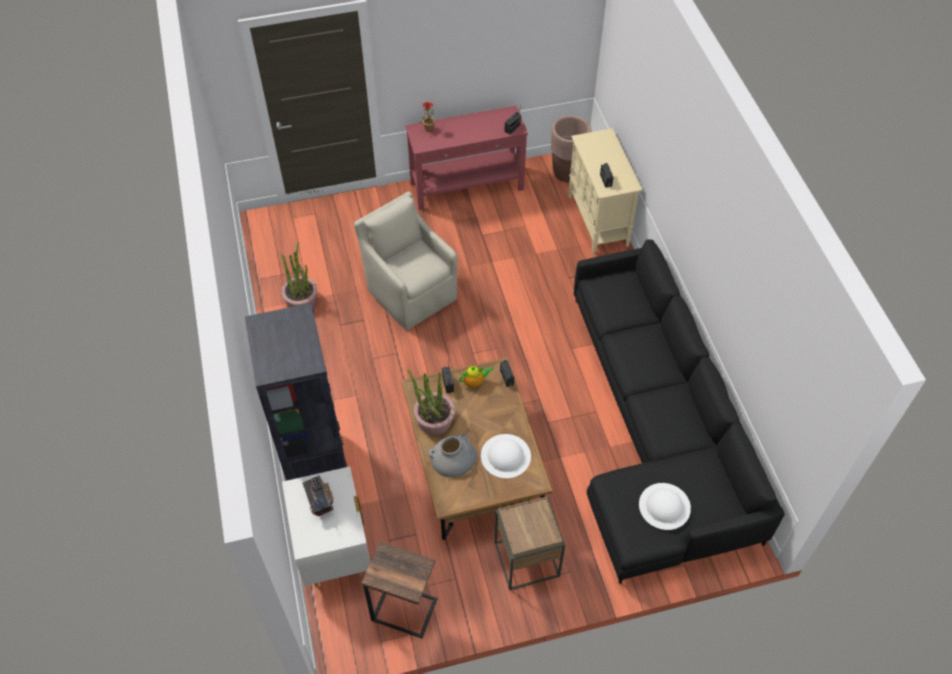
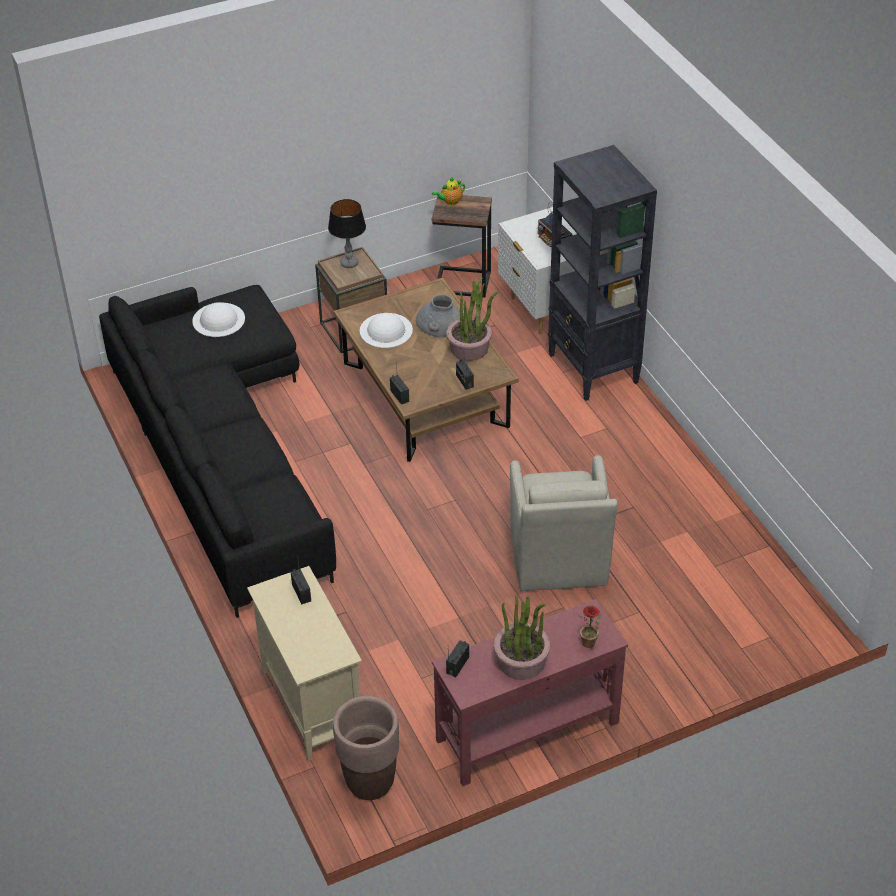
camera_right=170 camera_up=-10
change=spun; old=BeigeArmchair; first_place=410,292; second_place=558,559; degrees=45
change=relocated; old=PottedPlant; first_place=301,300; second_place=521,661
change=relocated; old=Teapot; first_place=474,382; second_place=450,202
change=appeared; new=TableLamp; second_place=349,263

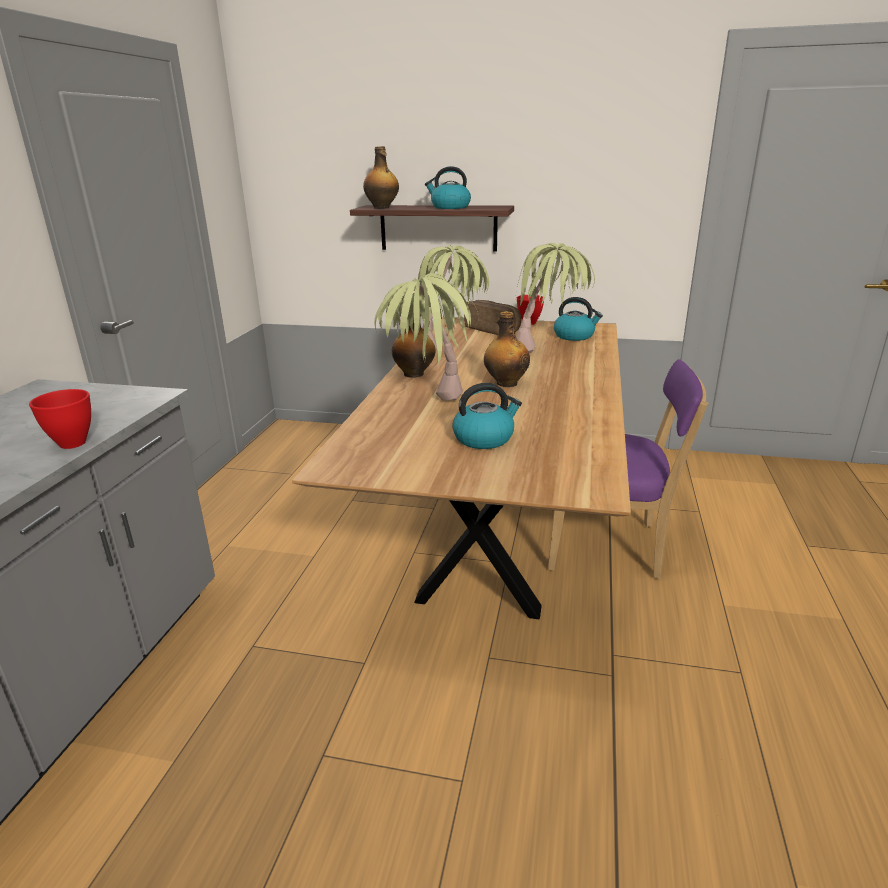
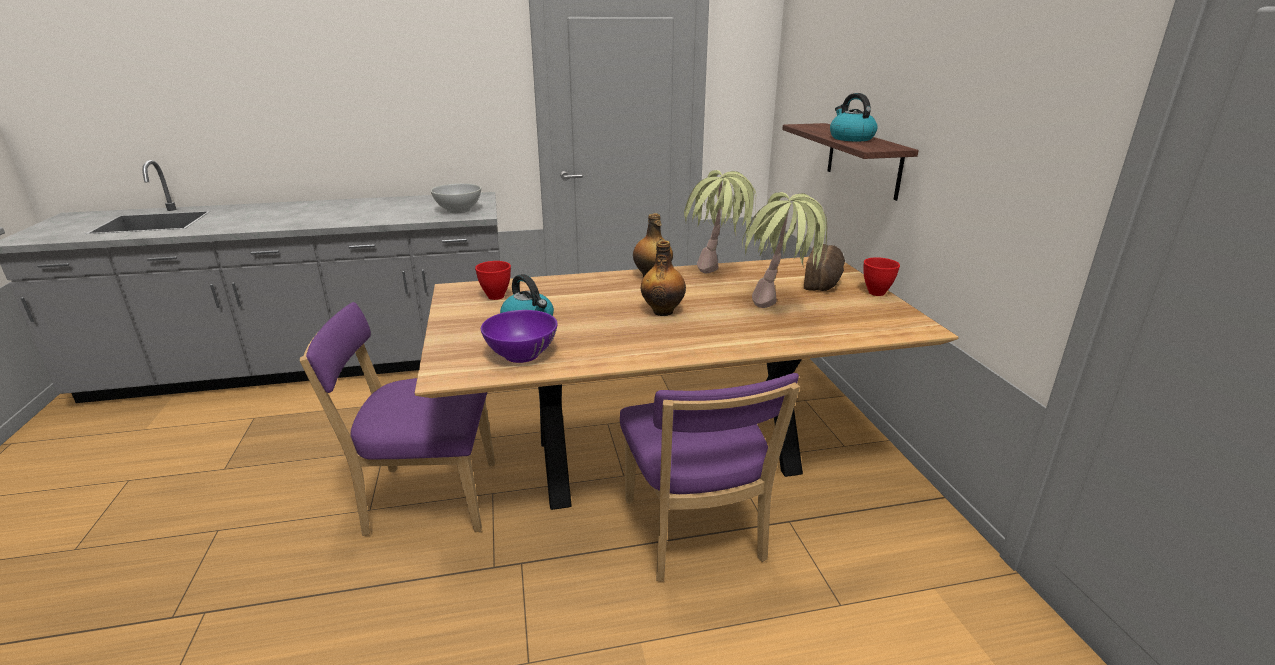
camera_right=65 camera_up=0
change=missing; old=Bottle; first_place=382,208
change=missing; old=PottedPlant; first_place=428,408
change=missing; old=Kettle; first_place=574,336
change=relocated; old=RedBowl; first_place=74,443; second_place=496,297
change=appeared; new=WhiteBowl; second_place=459,210
change=appeared; new=PurpleChair; second_place=425,498
change=appeared; new=PurpleBowl; second_place=521,354

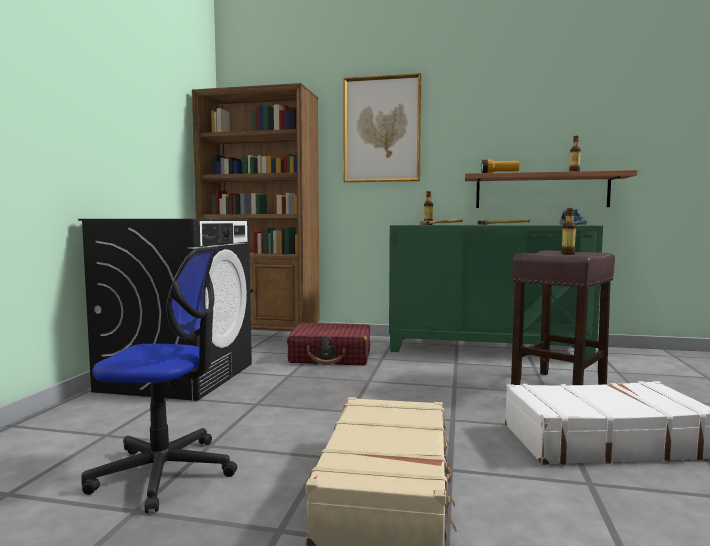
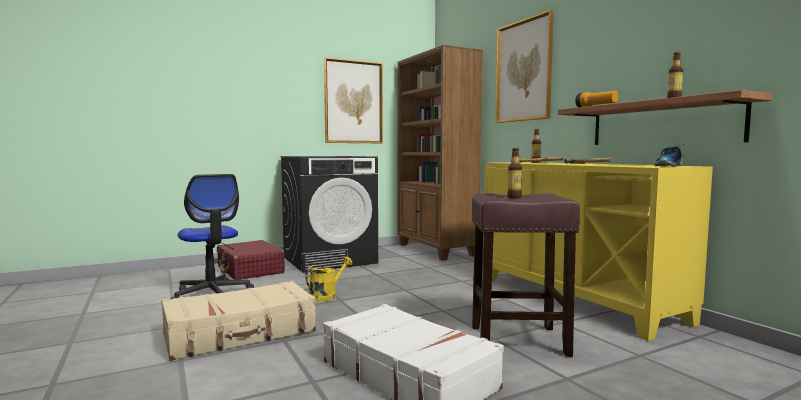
camera_right=50 camera_up=0
change=colour; old=GreenCabinet; new=YellowCabinet; first_place=487,348; second_place=576,298
change=relocated; old=RedSuitcase; first_place=331,357; second_place=250,270
change=appeared; new=Picture; second_place=353,102
change=appeared; new=YellowWateringCan; second_place=327,296

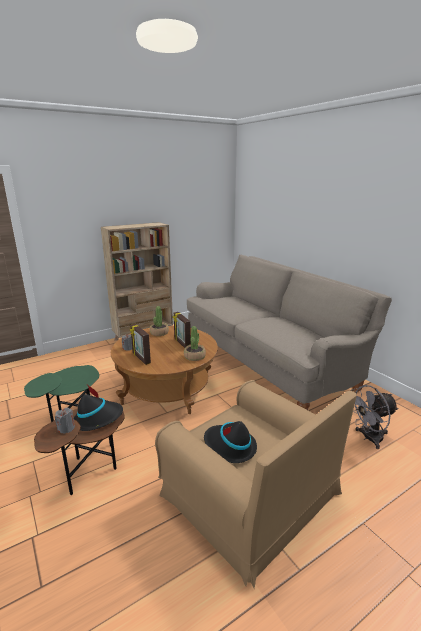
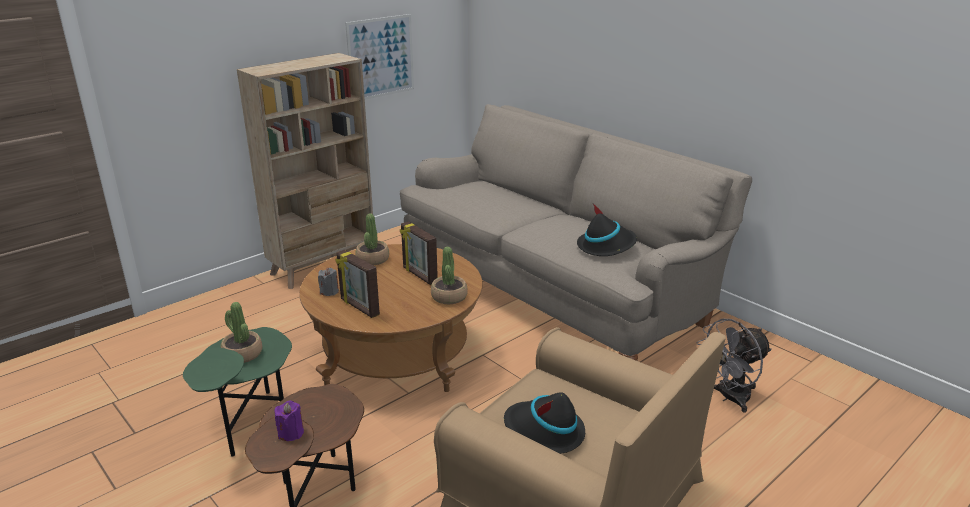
camera_right=-10 camera_up=5
change=relocated; old=BlackHat; first_place=98,418; second_place=606,246
change=colour; old=GreyCandle; new=PurpleCandle; first_place=66,428; second_place=291,433
change=appeared; new=Picture; second_place=381,57
change=appeared; new=PottedPlant; second_place=242,354

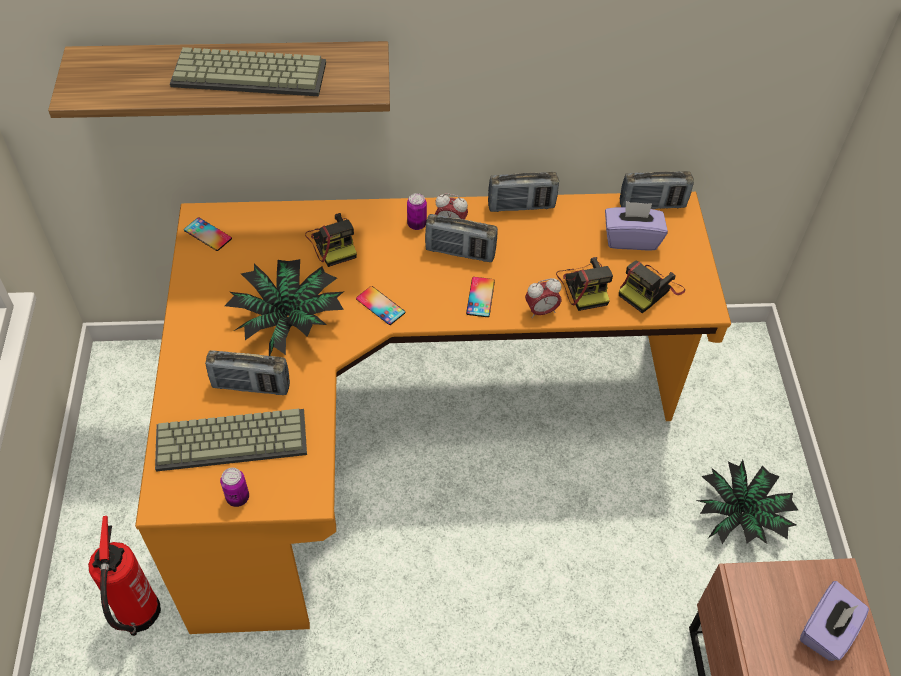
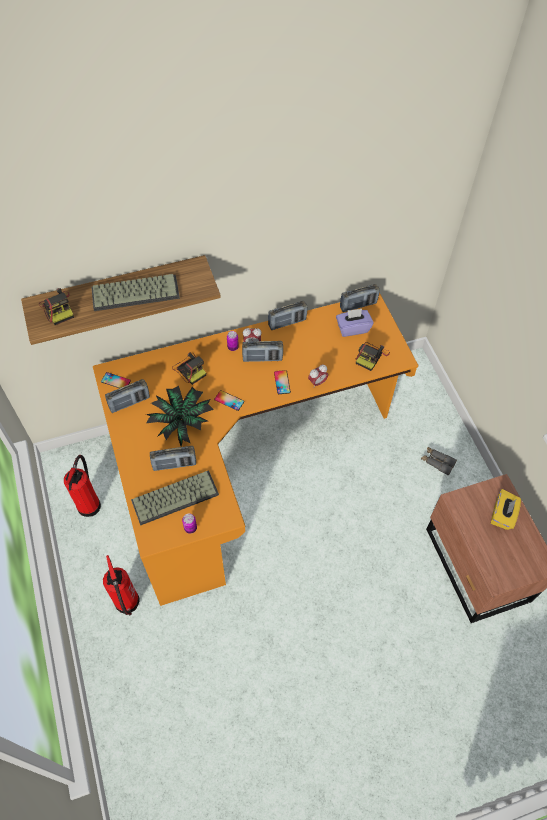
camera_right=-15 camera_up=5
change=relocated; old=PhotoCamera; first_place=584,286; second_place=58,308
change=exchanged; old=PottedPlant; new=GreyBinoculars; first_place=741,517; second_place=437,462
change=colour; old=PurpleTissueBox; new=YellowTissueBox; first_place=827,631; second_place=502,515
change=appeared; new=Radio; second_place=129,403
change=appeared; new=FireExtinguisher; second_place=90,504

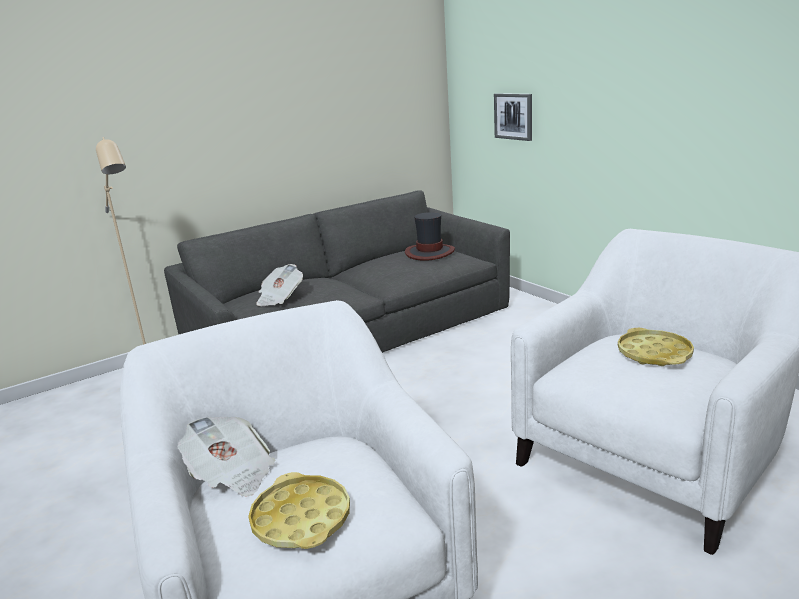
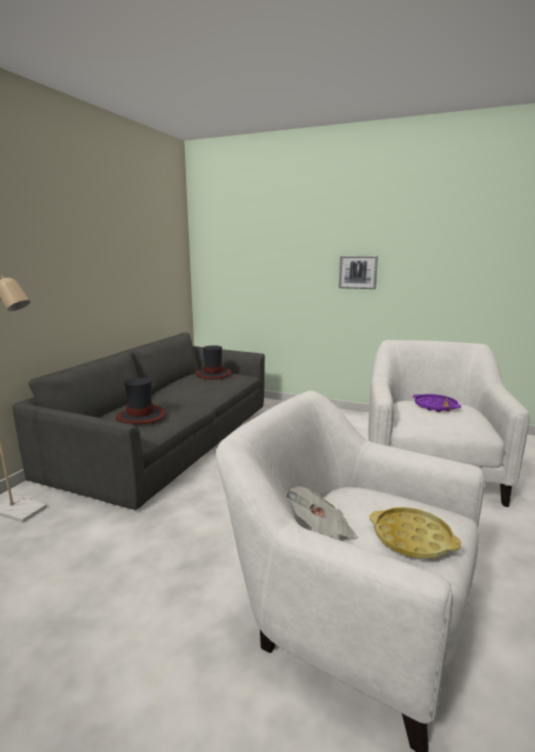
camera_right=-35 camera_up=-5
change=relocated; old=Picture; first_place=513,116; second_place=358,272
change=exchanged; old=Newspaper; new=Hat; first_place=279,298; second_place=141,416
change=colour; old=YellowTray; new=PurpleTray; first_place=654,354; second_place=435,406

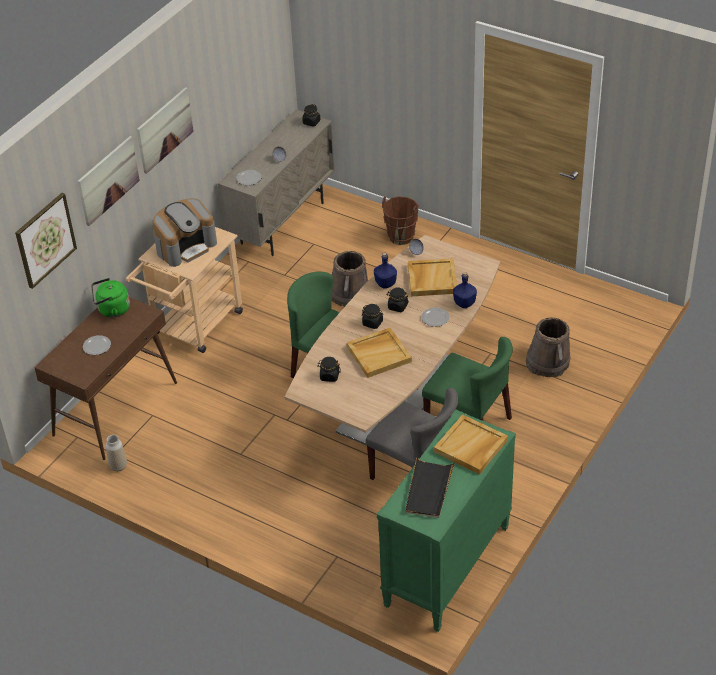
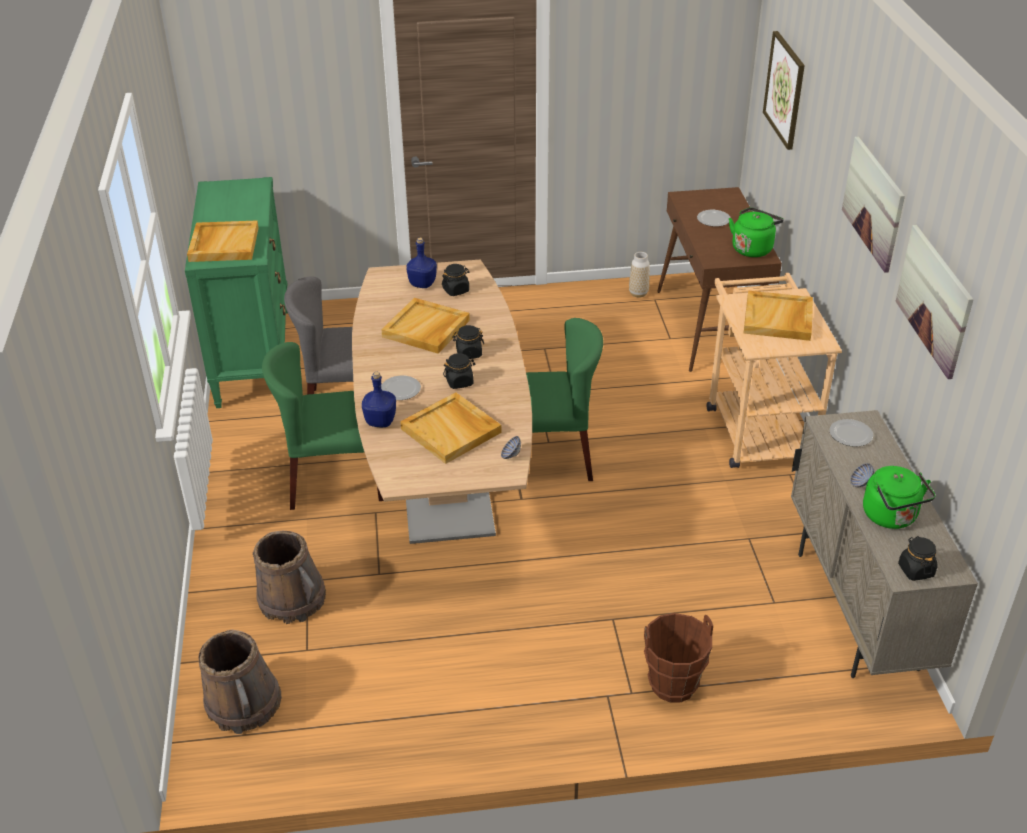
camera_right=140 camera_up=-5
change=relocated; old=Picture; first_place=108,180; second_place=934,300
change=exchanged; old=CoffeeMachine; new=BeigeTray; first_place=186,246; second_place=778,319
change=relocated; old=BrownBucket; first_place=349,294; second_place=243,703
change=relocated; old=BlueBottle; first_place=385,283; second_place=423,284
change=missing; old=BlackTray; first_place=428,490
change=appeared; new=GreenKettle; second_place=892,517

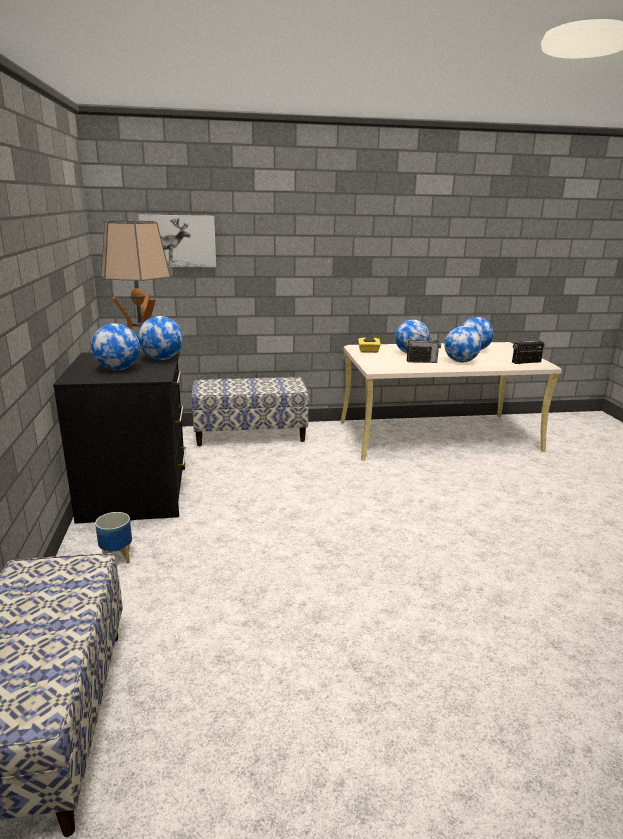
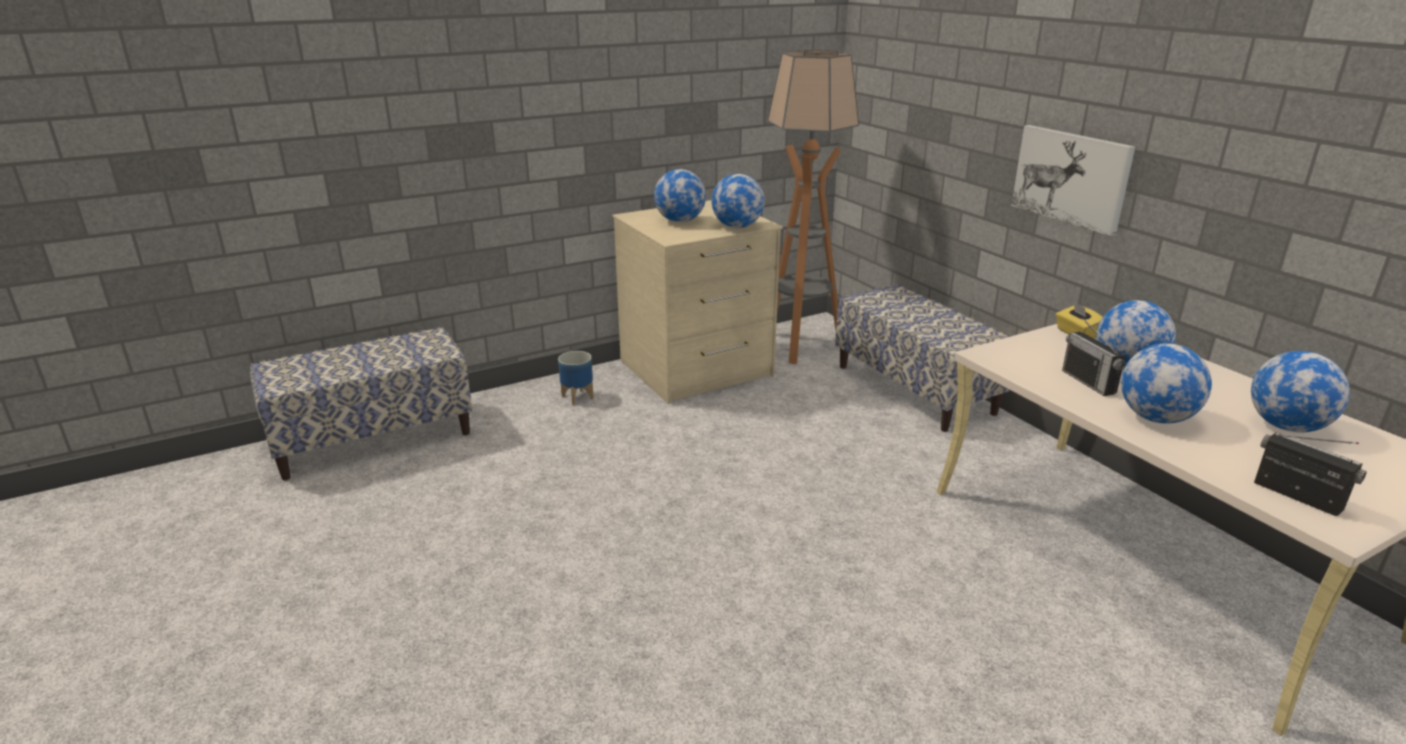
camera_right=70 camera_up=5
change=relocated; old=Picture; first_place=178,241; second_place=1071,177
change=colour; old=BlackDresser; new=BeigeDresser; first_place=137,493; second_place=697,369

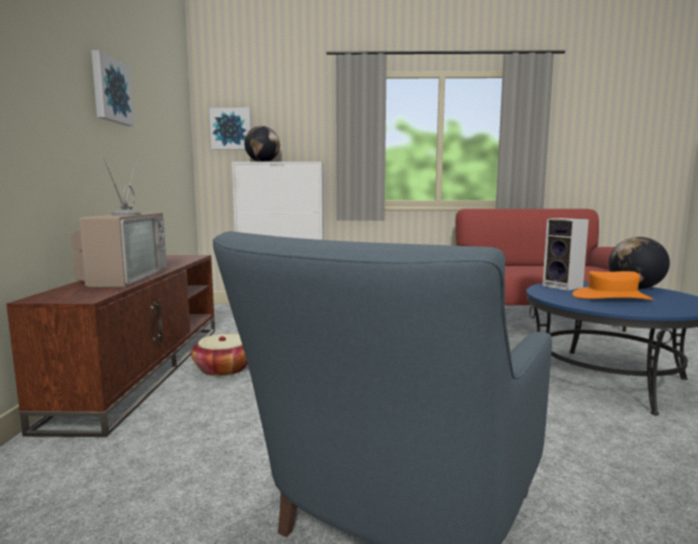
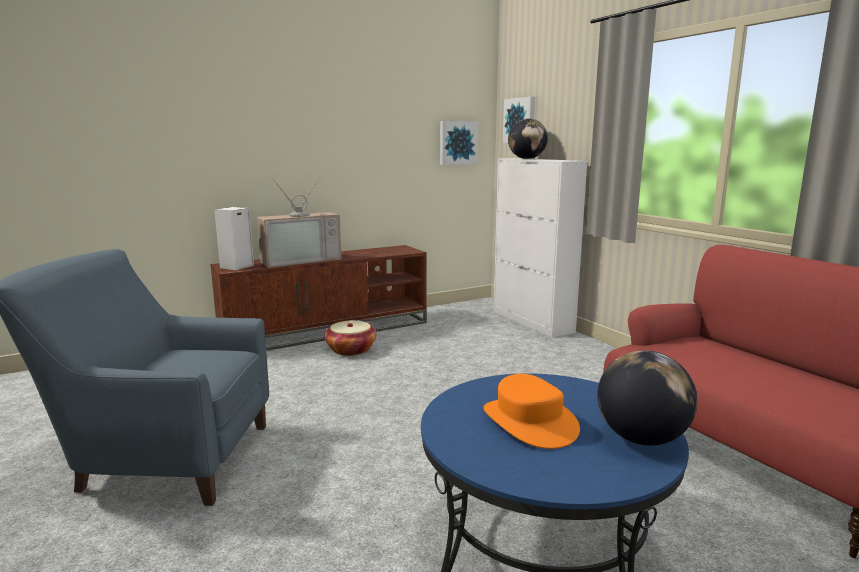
camera_right=60 camera_up=5
change=relocated; old=Picture; first_place=110,91; second_place=457,143
change=relocated; old=Speaker; first_place=564,287; second_place=236,267

